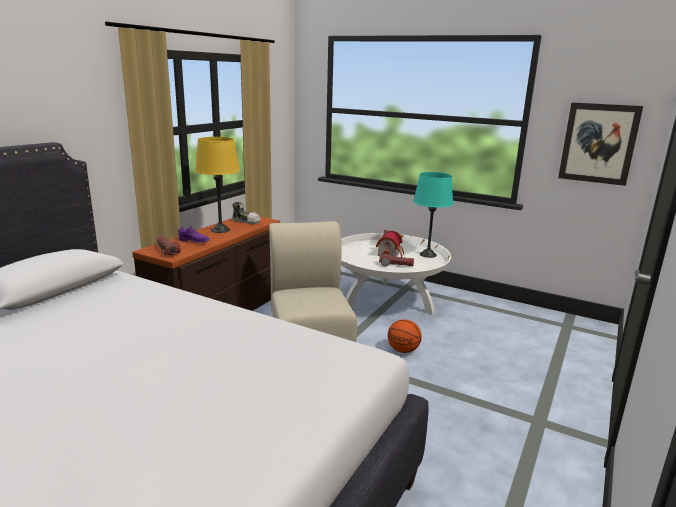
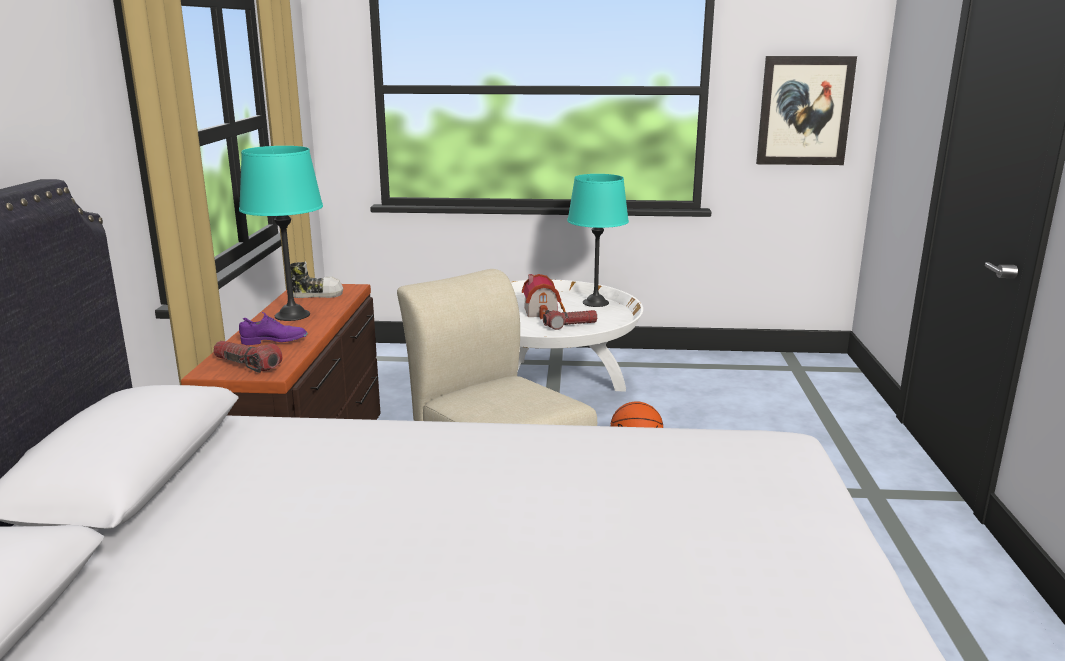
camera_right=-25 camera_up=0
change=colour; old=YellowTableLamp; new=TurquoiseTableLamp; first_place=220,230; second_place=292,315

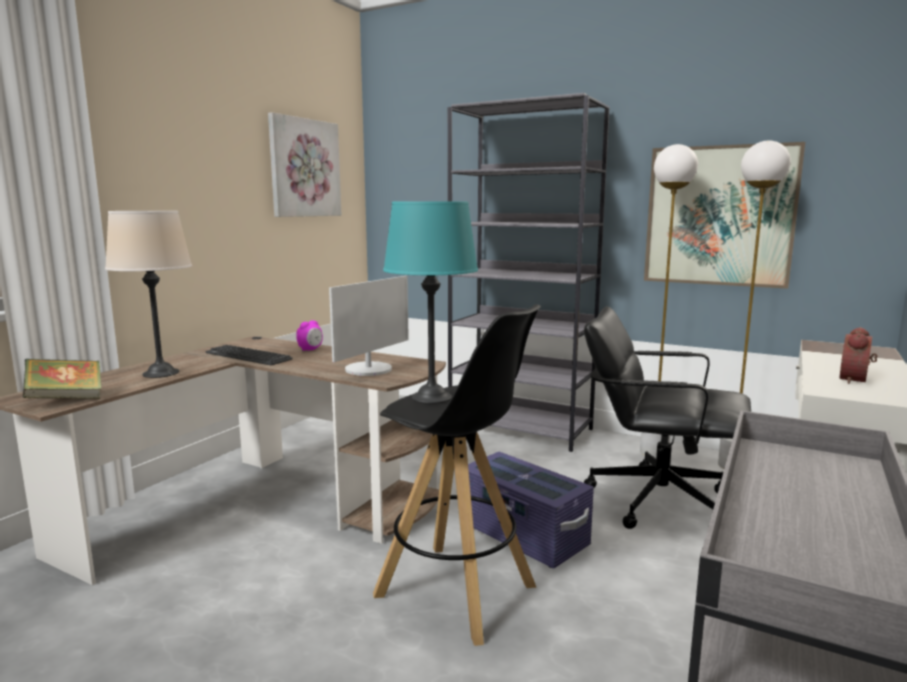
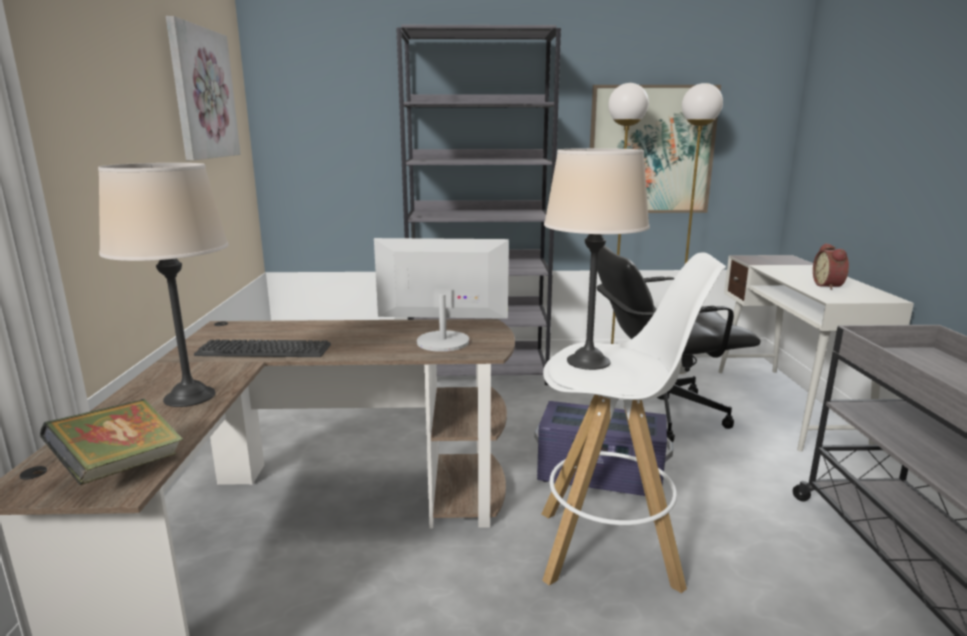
camera_right=-30 camera_up=5
change=colour; old=TurquoiseTableLamp; new=BeigeTableLamp; first_place=432,397; second_place=588,361
change=spun; old=Monitor; first_place=369,369; second_place=442,341; degrees=-90
change=colour; old=BlackStool; new=WhiteStool; first_place=457,591; second_place=610,549
change=missing; old=AlarmClock; first_place=310,350

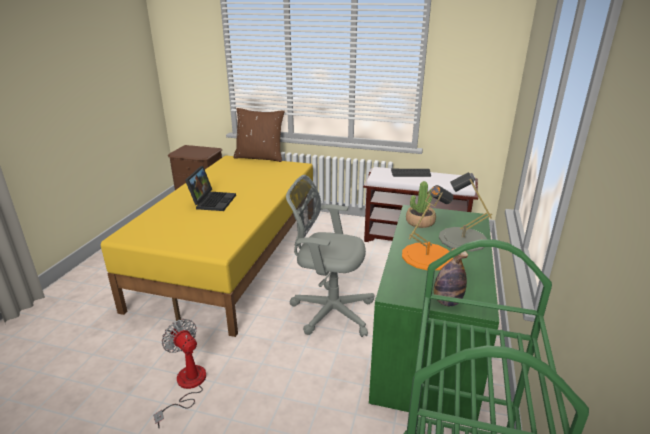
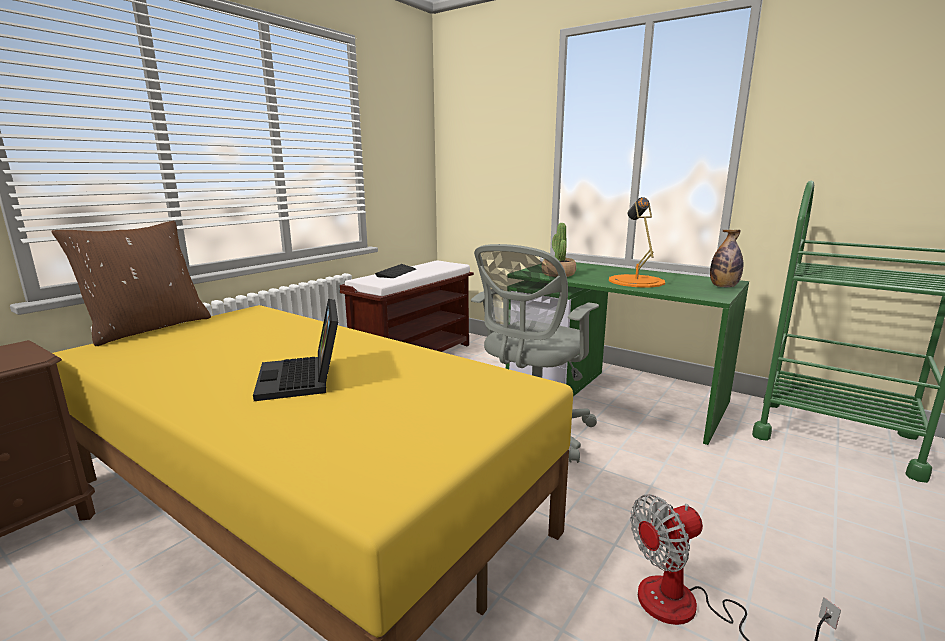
camera_right=-70 camera_up=-10
change=spun; old=Laptop; first_place=212,201; second_place=303,379; degrees=-135
change=missing; old=GreyTableLamp; first_place=462,239

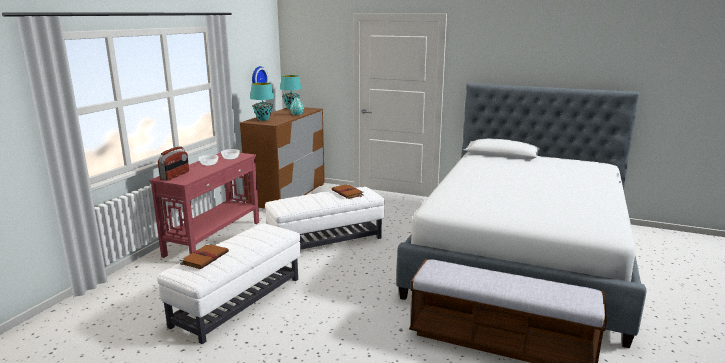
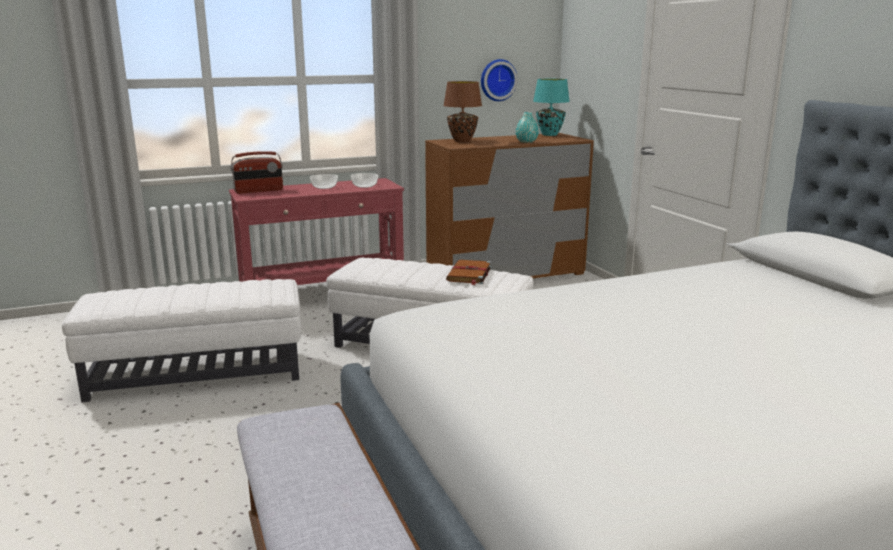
camera_right=45 camera_up=0
change=colour; old=TurquoiseTableLamp; new=BrownTableLamp; first_place=263,119; second_place=462,141
change=missing; old=BrownBook; first_place=205,257

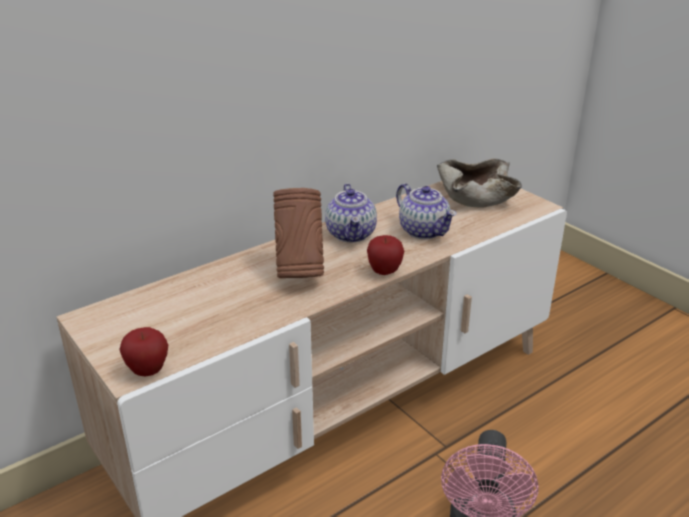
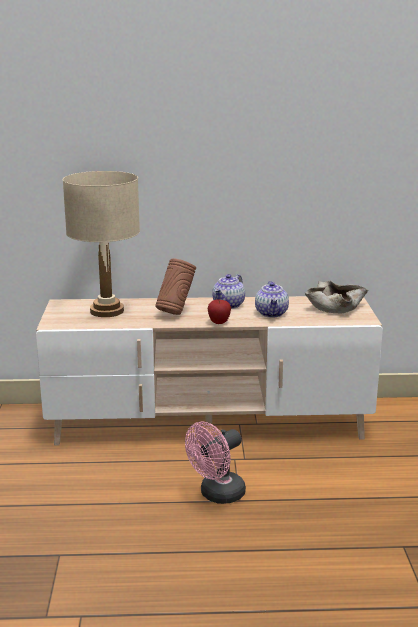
camera_right=35 camera_up=-10
change=missing; old=Apple; first_place=148,371
change=appeared; new=BeigeTableLamp; second_place=106,311

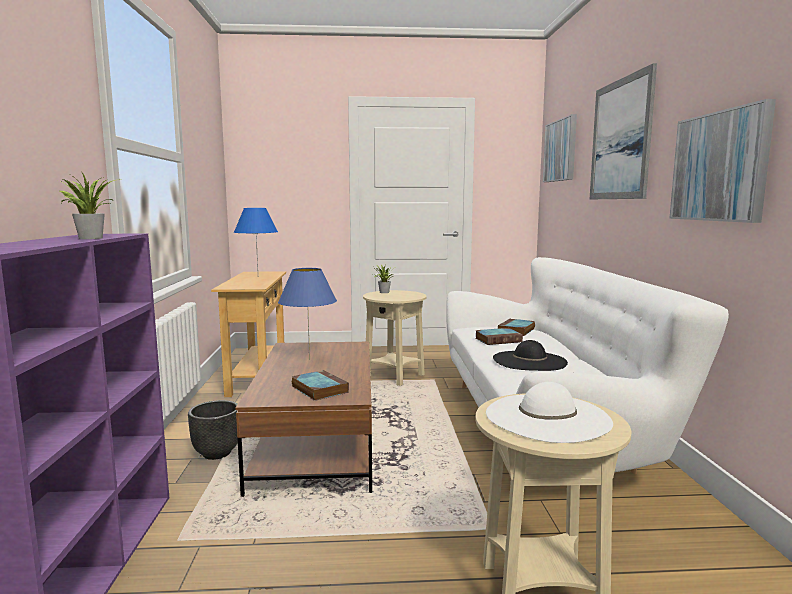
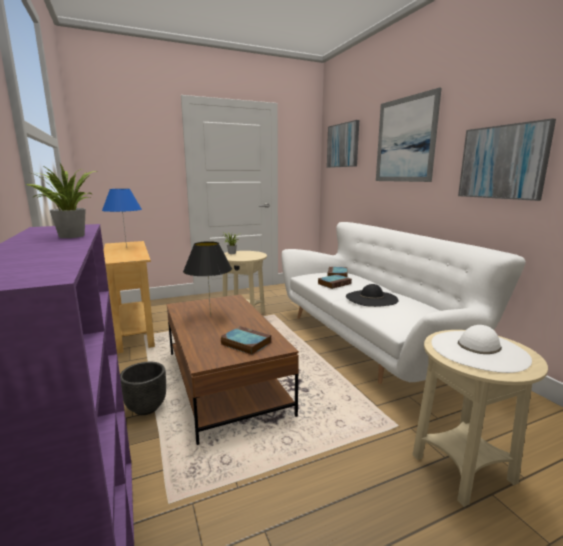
camera_right=-20 camera_up=5
change=colour; old=BlueTableLamp; new=BlackTableLamp; first_place=309,359; second_place=210,316

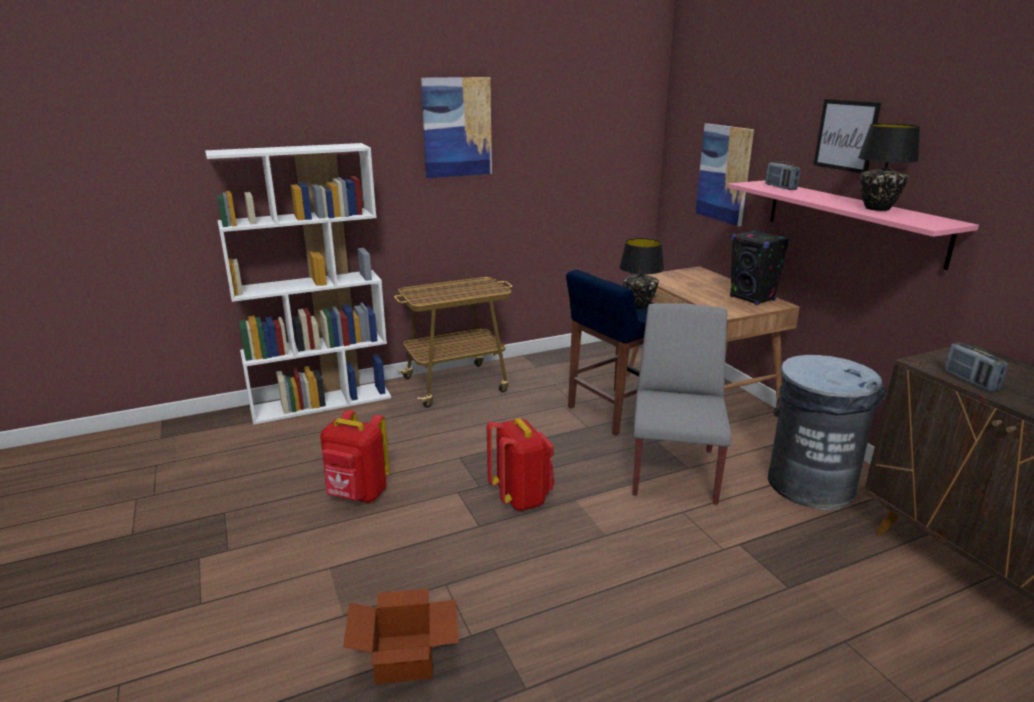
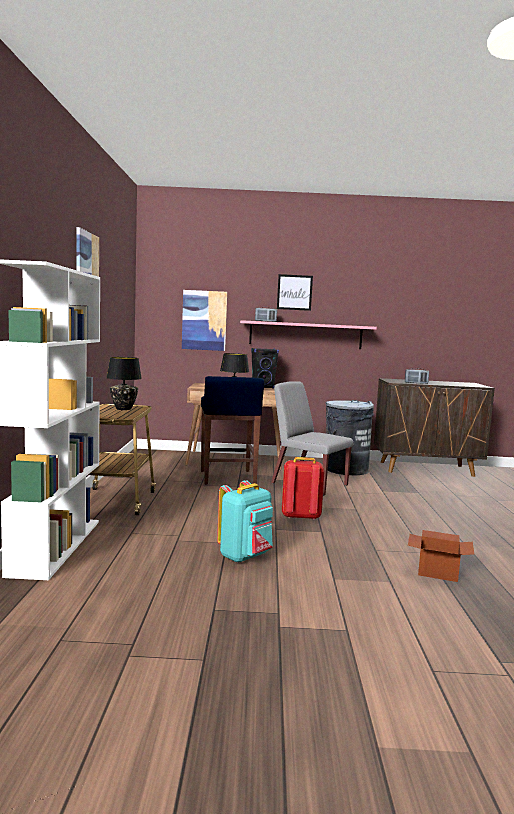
camera_right=-65 camera_up=-15
change=relocated; old=BlackTableLamp; first_place=877,208; second_place=123,409
change=colour; old=RedBackpack; new=TurquoiseBackpack; first_place=357,495; second_place=245,556

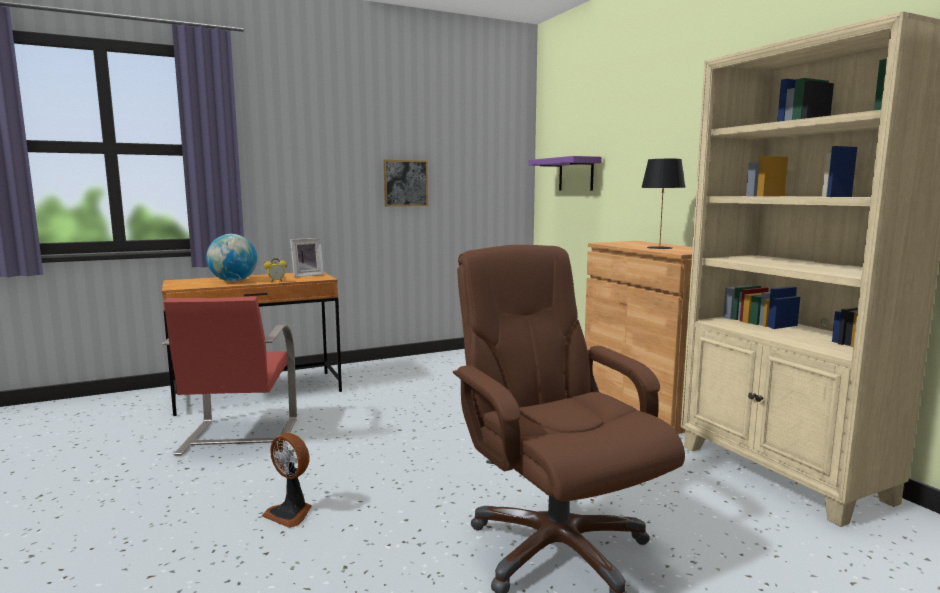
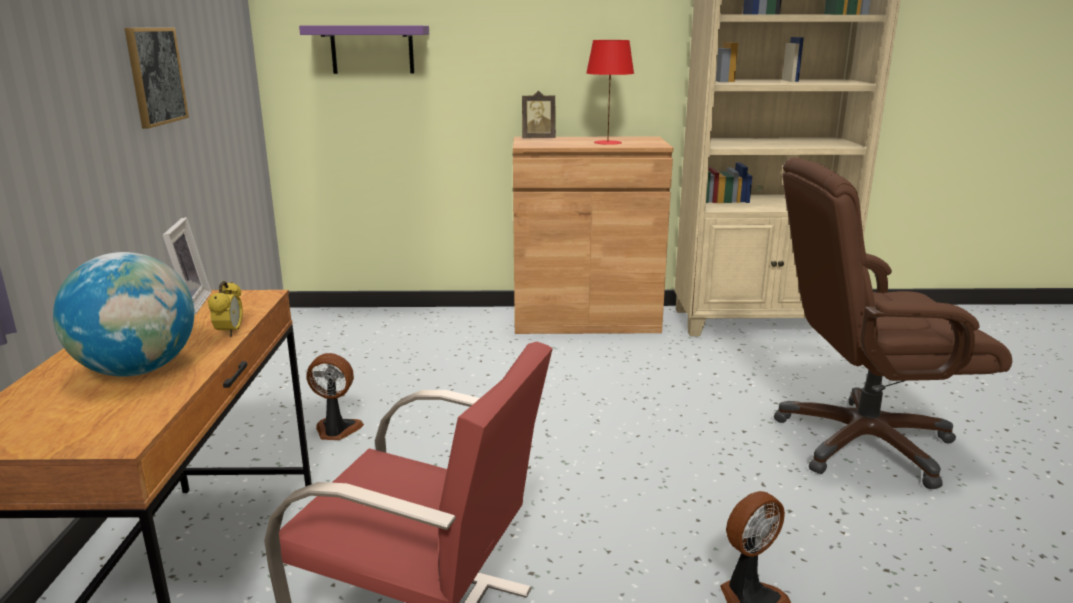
camera_right=-65 camera_up=10
change=colour; old=BlackTableLamp; new=RedTableLamp; first_place=660,248; second_place=608,142
change=appeared; new=PictureFrame; second_place=538,139
change=appeared; new=Fan; second_place=336,431

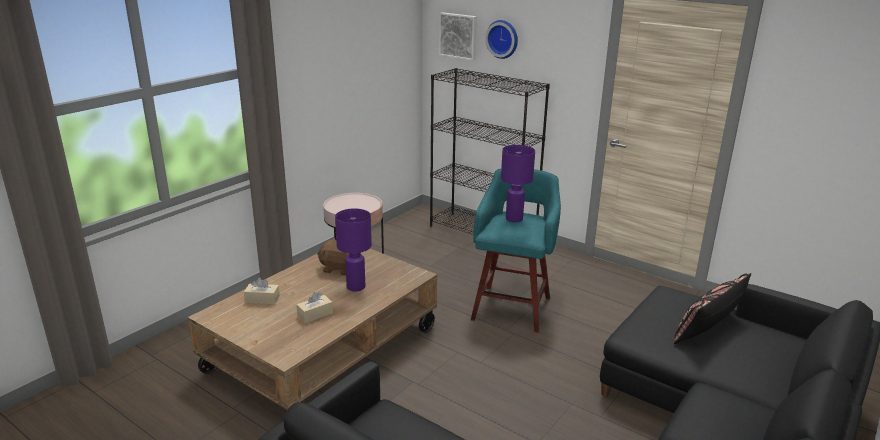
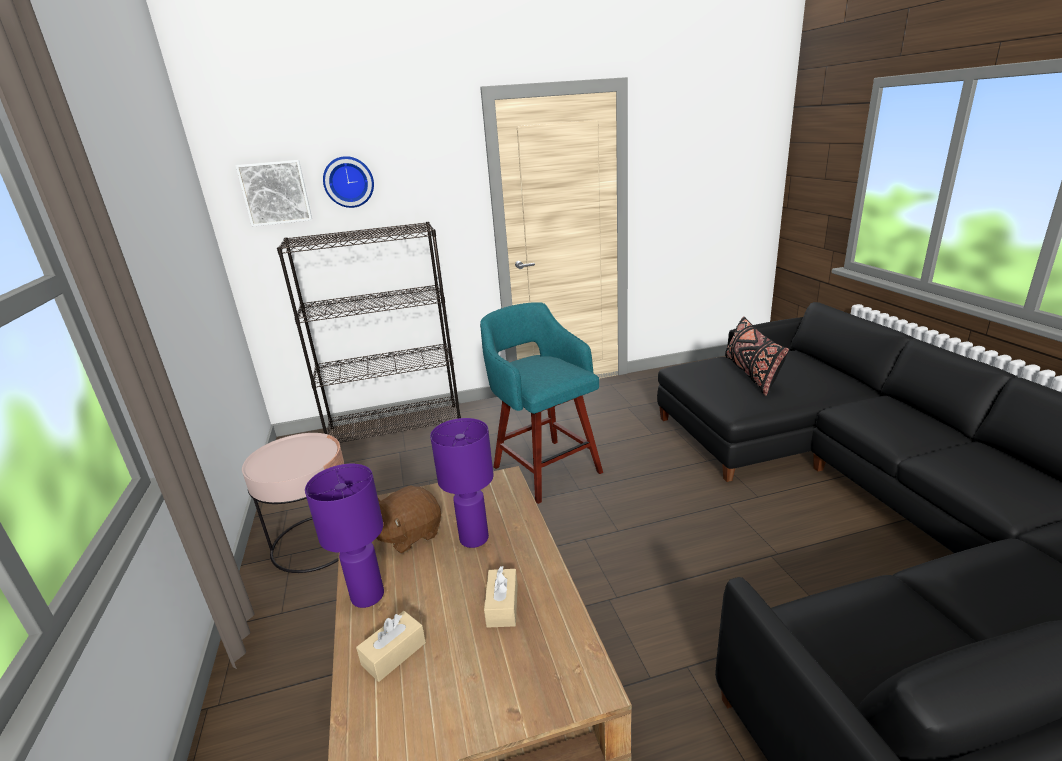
camera_right=-50 camera_up=0
change=relocated; old=PurpleTableLamp; first_place=513,219; second_place=367,596

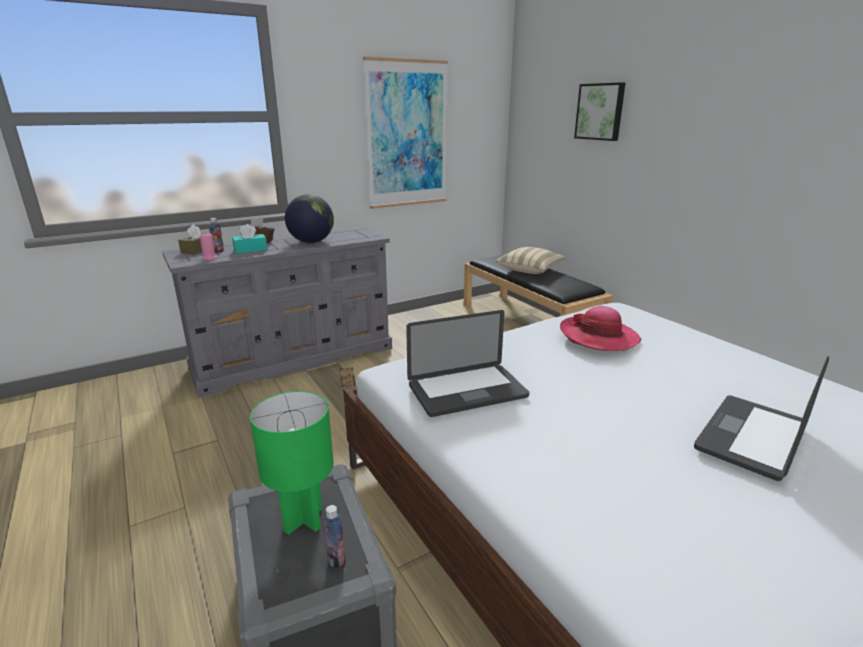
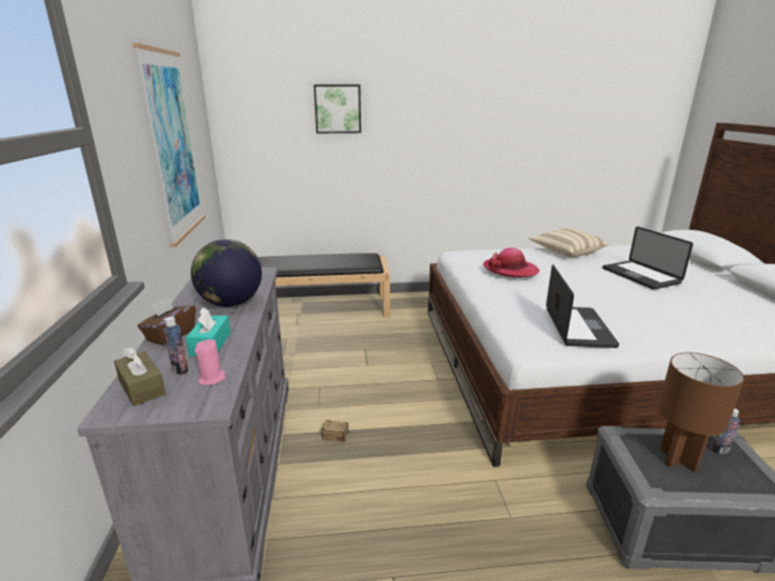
camera_right=-65 camera_up=0
change=relocated; old=BeigePillow; first_place=530,269; second_place=566,252
change=colour; old=GreenTableLamp; new=BrownTableLamp; first_place=303,520; second_place=678,459

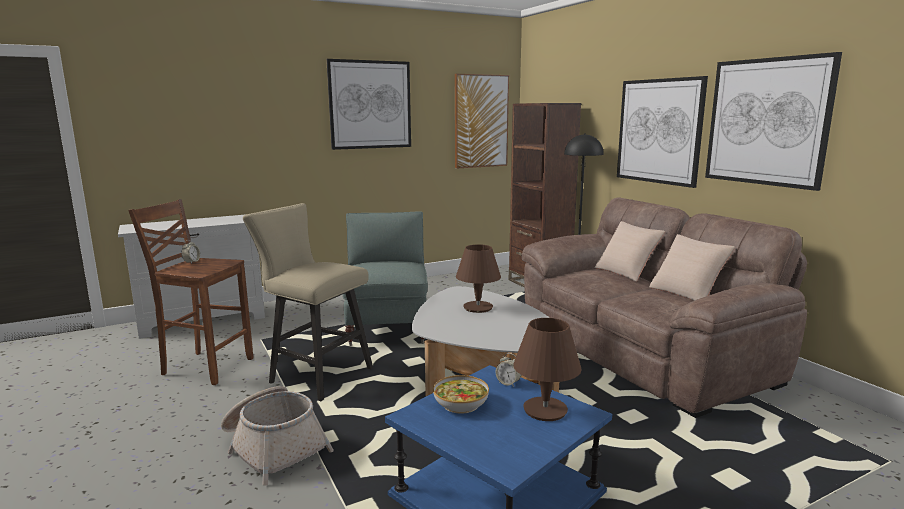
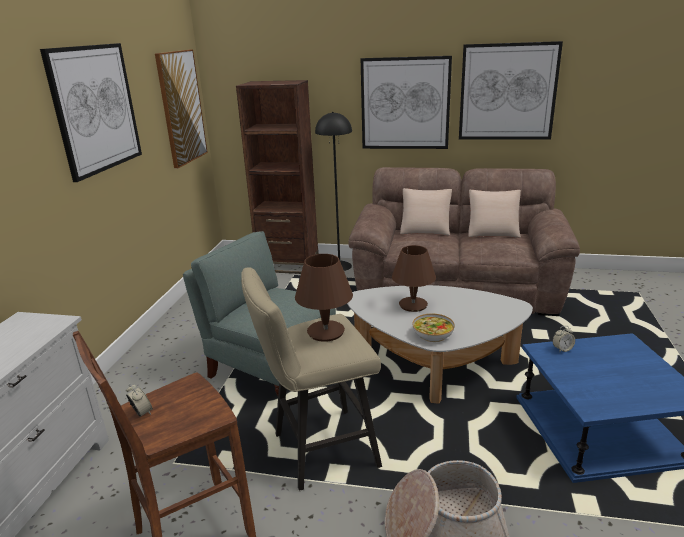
camera_right=-50 camera_up=10
change=relocated; old=BrownTableLamp; first_place=544,410; second_place=325,332
change=relocated; old=Bowl; first_place=460,404; second_place=433,335

